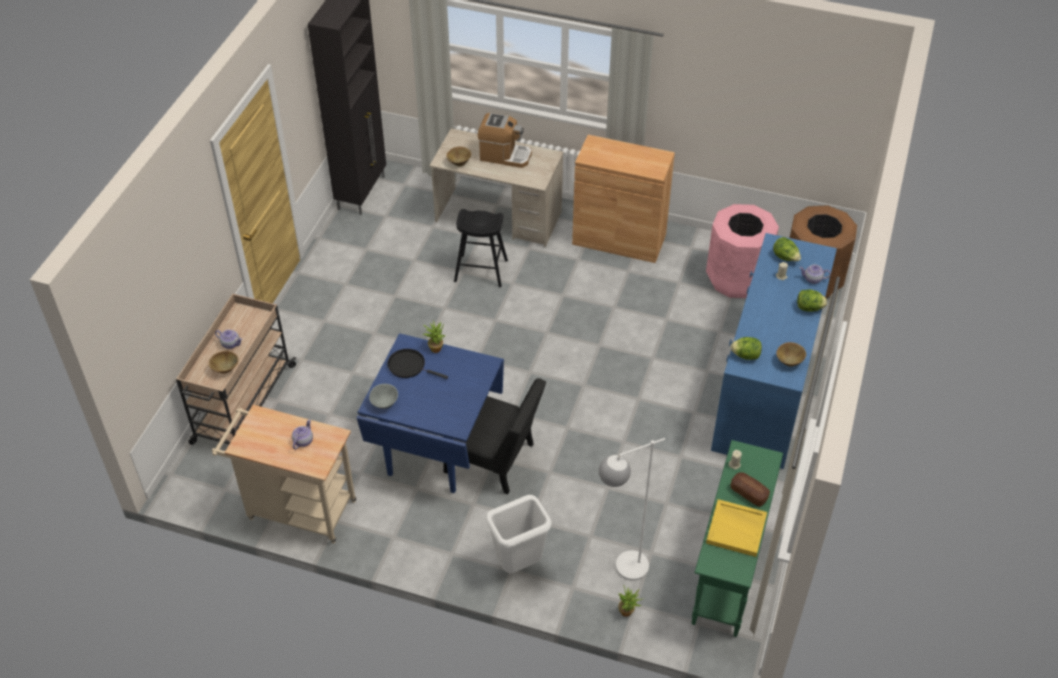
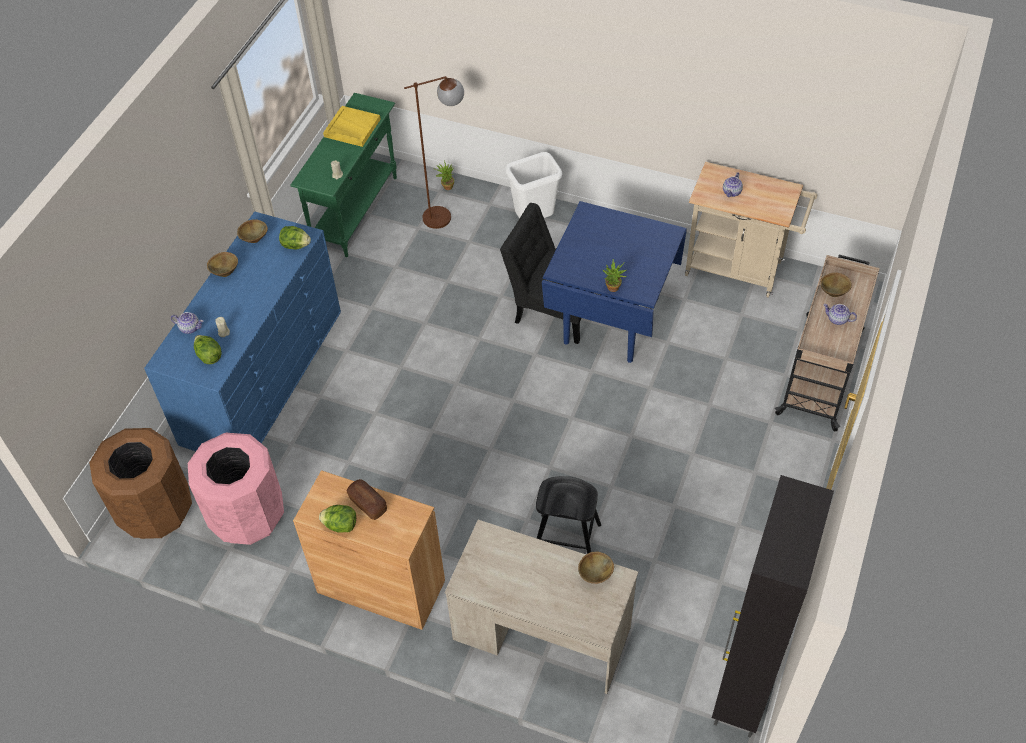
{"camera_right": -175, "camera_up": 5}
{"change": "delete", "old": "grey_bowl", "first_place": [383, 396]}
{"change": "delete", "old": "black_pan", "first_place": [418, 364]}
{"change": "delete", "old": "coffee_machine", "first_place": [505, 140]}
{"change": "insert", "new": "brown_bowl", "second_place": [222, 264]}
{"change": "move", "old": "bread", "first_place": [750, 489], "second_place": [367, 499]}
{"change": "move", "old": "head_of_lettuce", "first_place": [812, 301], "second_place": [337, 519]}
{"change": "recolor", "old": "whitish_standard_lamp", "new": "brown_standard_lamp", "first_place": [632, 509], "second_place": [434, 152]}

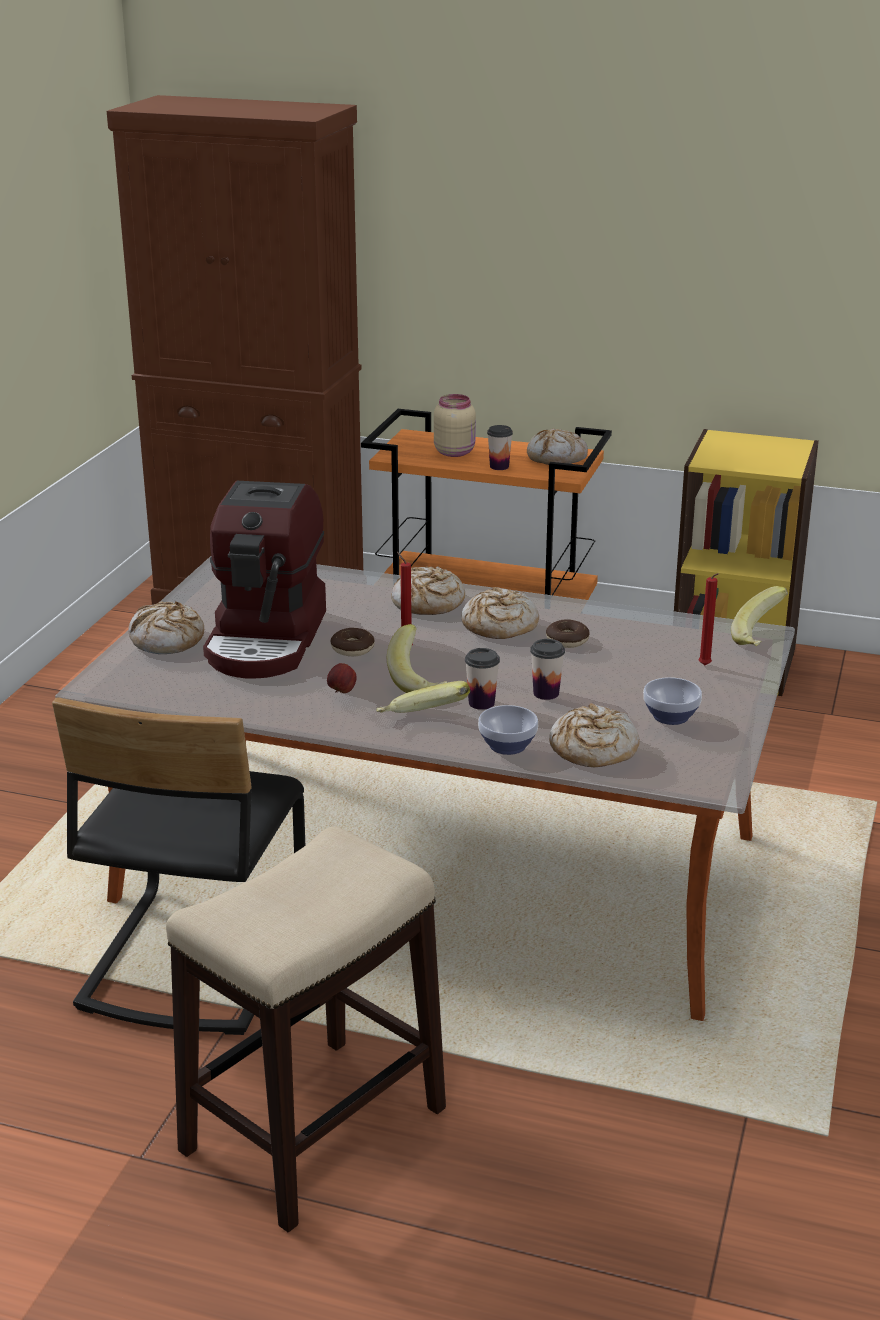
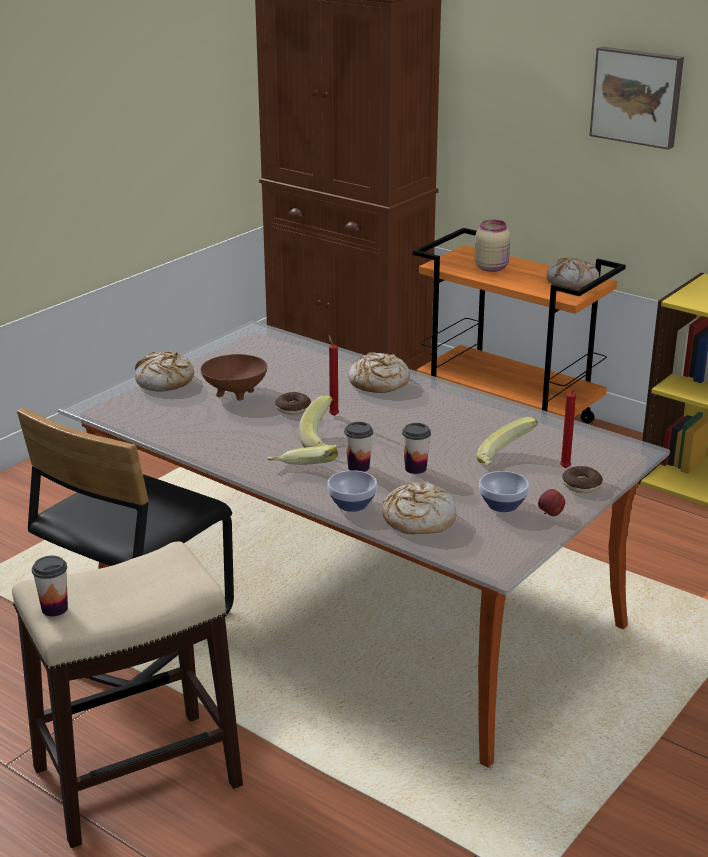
{"camera_right": 20, "camera_up": 0}
{"change": "delete", "old": "bread", "first_place": [500, 613]}
{"change": "insert", "new": "wall_art", "second_place": [636, 98]}
{"change": "move", "old": "apple", "first_place": [341, 678], "second_place": [551, 502]}
{"change": "move", "old": "drinking_cup", "first_place": [500, 447], "second_place": [50, 586]}
{"change": "move", "old": "doughnut", "first_place": [568, 633], "second_place": [582, 479]}
{"change": "move", "old": "banana_fruit", "first_place": [759, 616], "second_place": [507, 441]}
{"change": "replace", "old": "coffee_machine", "new": "brown_bowl", "first_place": [264, 579], "second_place": [234, 377]}

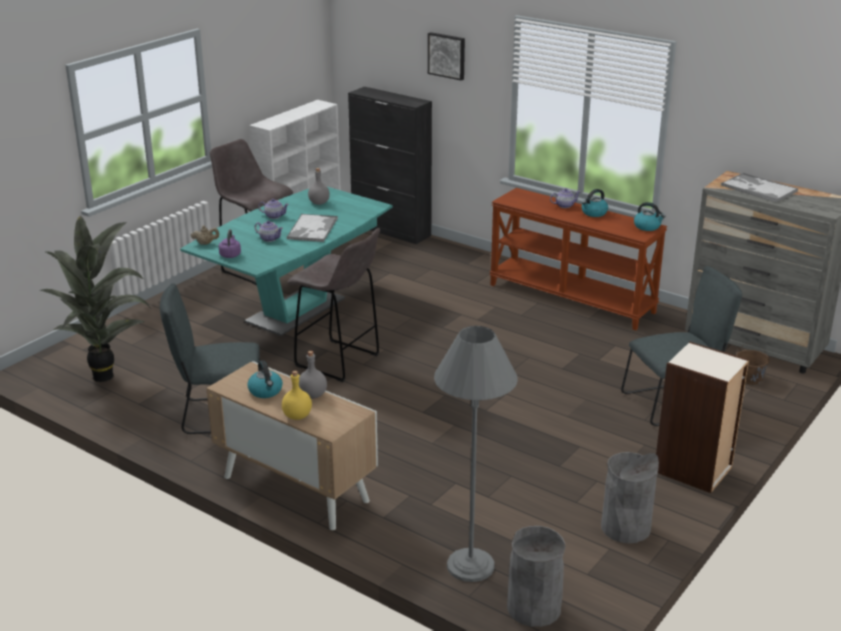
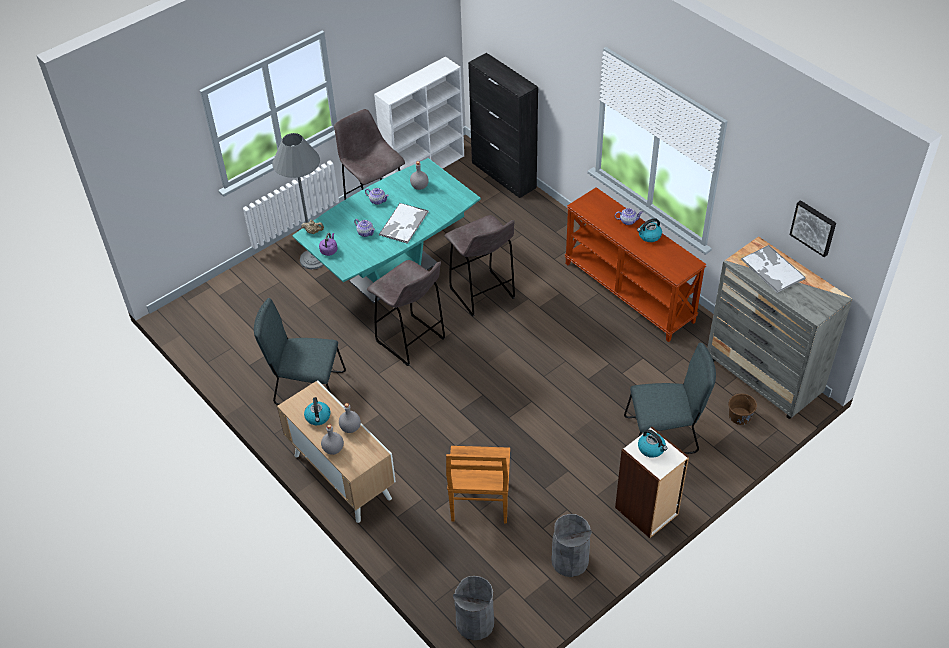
{"camera_right": 15, "camera_up": 20}
{"change": "delete", "old": "potted_plant", "first_place": [95, 299]}
{"change": "insert", "new": "grey_stool_seat", "second_place": [480, 266]}
{"change": "insert", "new": "brown_upright_chair", "second_place": [478, 484]}
{"change": "move", "old": "wall_art", "first_place": [446, 56], "second_place": [813, 228]}
{"change": "move", "old": "grey_standard_lamp", "first_place": [476, 454], "second_place": [298, 201]}
{"change": "move", "old": "tea_kettle", "first_place": [649, 216], "second_place": [652, 443]}
{"change": "recolor", "old": "yellow-coloured_bottle", "new": "grey_bottle", "first_place": [297, 395], "second_place": [332, 440]}

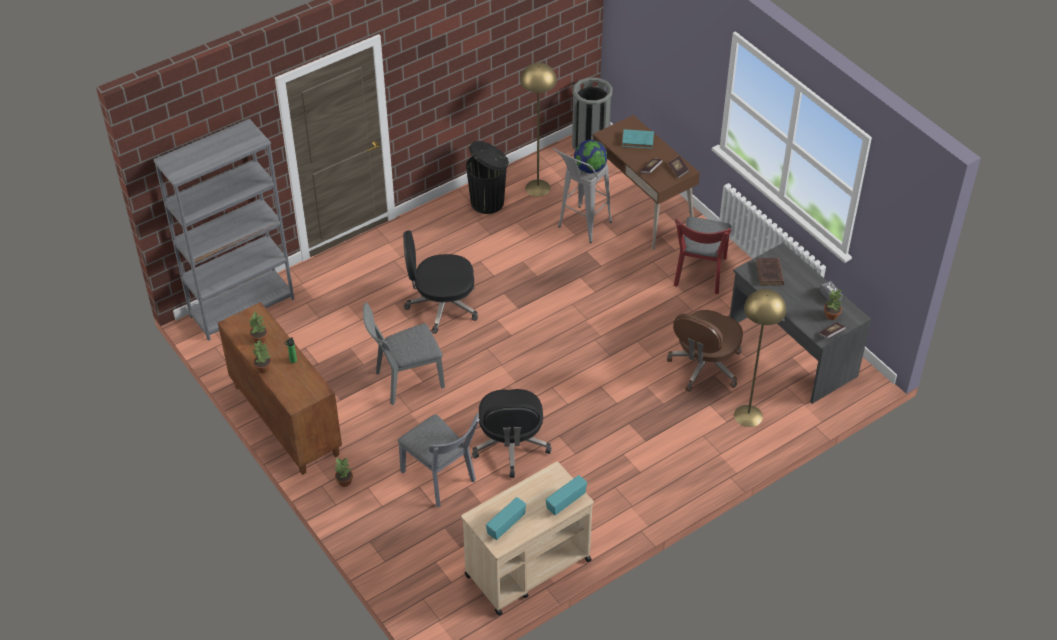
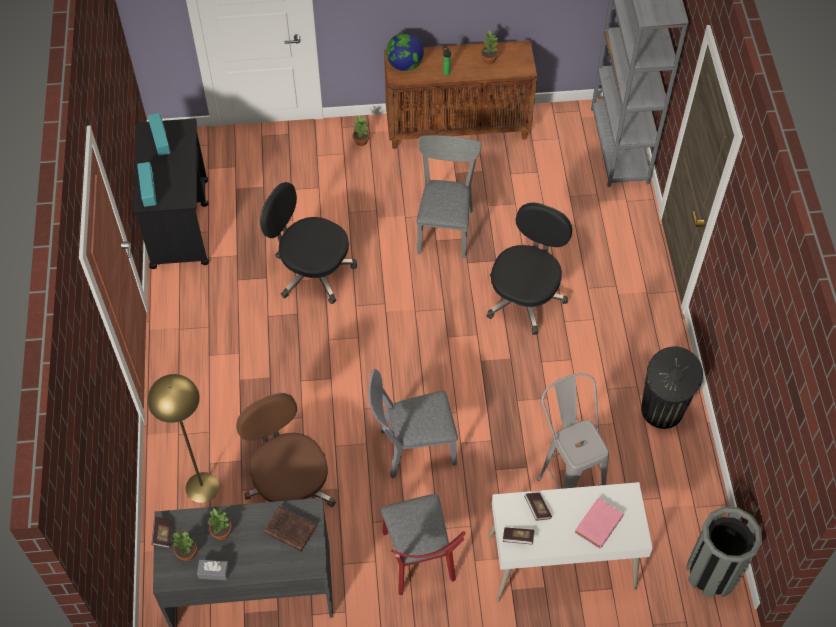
{"camera_right": 120, "camera_up": 10}
{"change": "delete", "old": "yellow-coloured_standard_lamp", "first_place": [538, 129]}
{"change": "move", "old": "potted_plant", "first_place": [261, 356], "second_place": [219, 524]}
{"change": "move", "old": "grey_upright_chair", "first_place": [439, 460], "second_place": [413, 424]}
{"change": "move", "old": "world_globe", "first_place": [591, 156], "second_place": [405, 52]}
{"change": "recolor", "old": "sand-coloured_wheeled_cart", "new": "black_wheeled_cart", "first_place": [527, 539], "second_place": [171, 193]}
{"change": "recolor", "old": "brown_desk", "new": "whitish_desk", "first_place": [646, 182], "second_place": [570, 542]}
{"change": "recolor", "old": "blue-green_volume", "new": "pink-coloured_volume", "first_place": [638, 139], "second_place": [599, 523]}
{"change": "rotate", "old": "reddish_upright_chair", "first_place": [703, 255], "second_place": [423, 544], "degrees": -150}

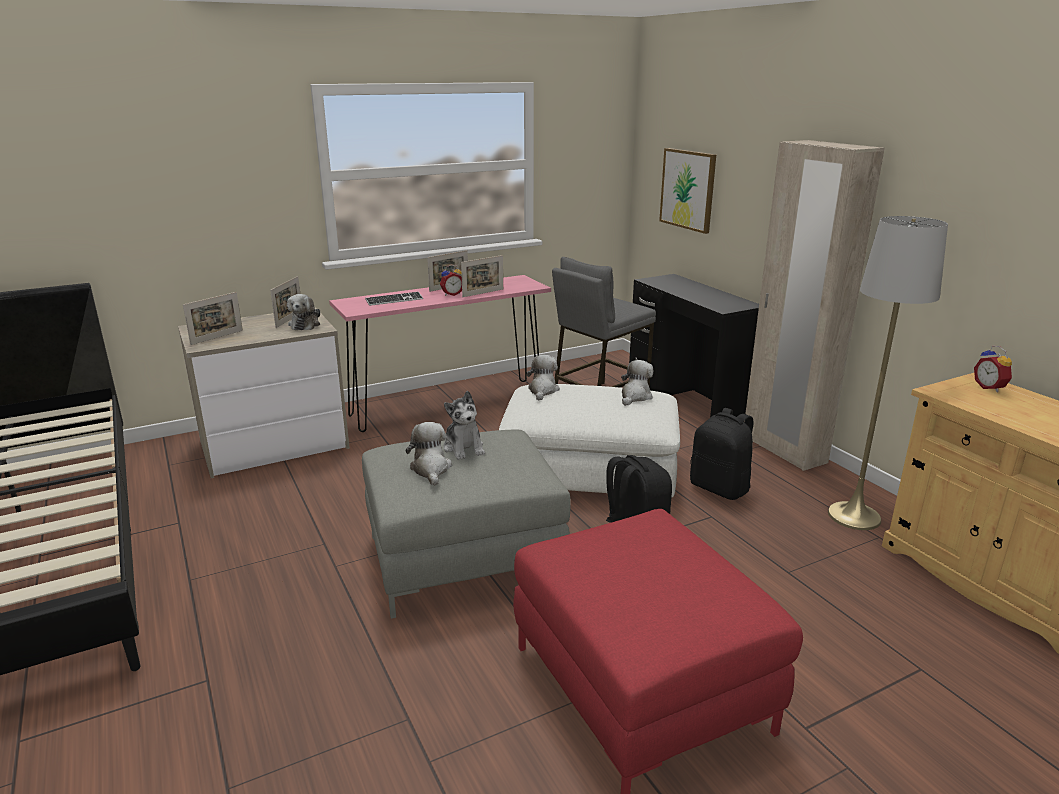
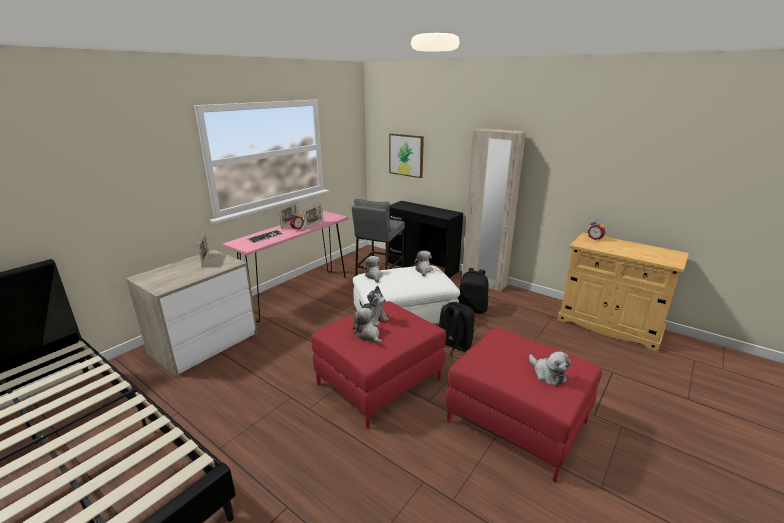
{"camera_right": -25, "camera_up": 0}
{"change": "delete", "old": "standing_frame", "first_place": [213, 318]}
{"change": "delete", "old": "grey_standard_lamp", "first_place": [888, 373]}
{"change": "move", "old": "soft_toy", "first_place": [303, 312], "second_place": [550, 368]}
{"change": "recolor", "old": "grey_ottoman", "new": "reddish_ottoman", "first_place": [466, 524], "second_place": [378, 365]}

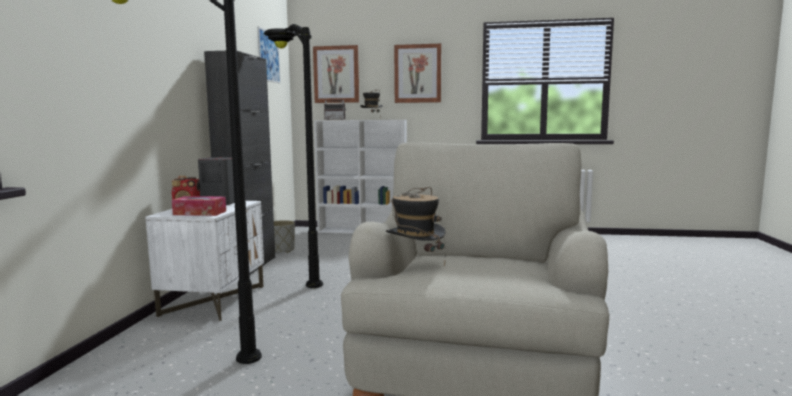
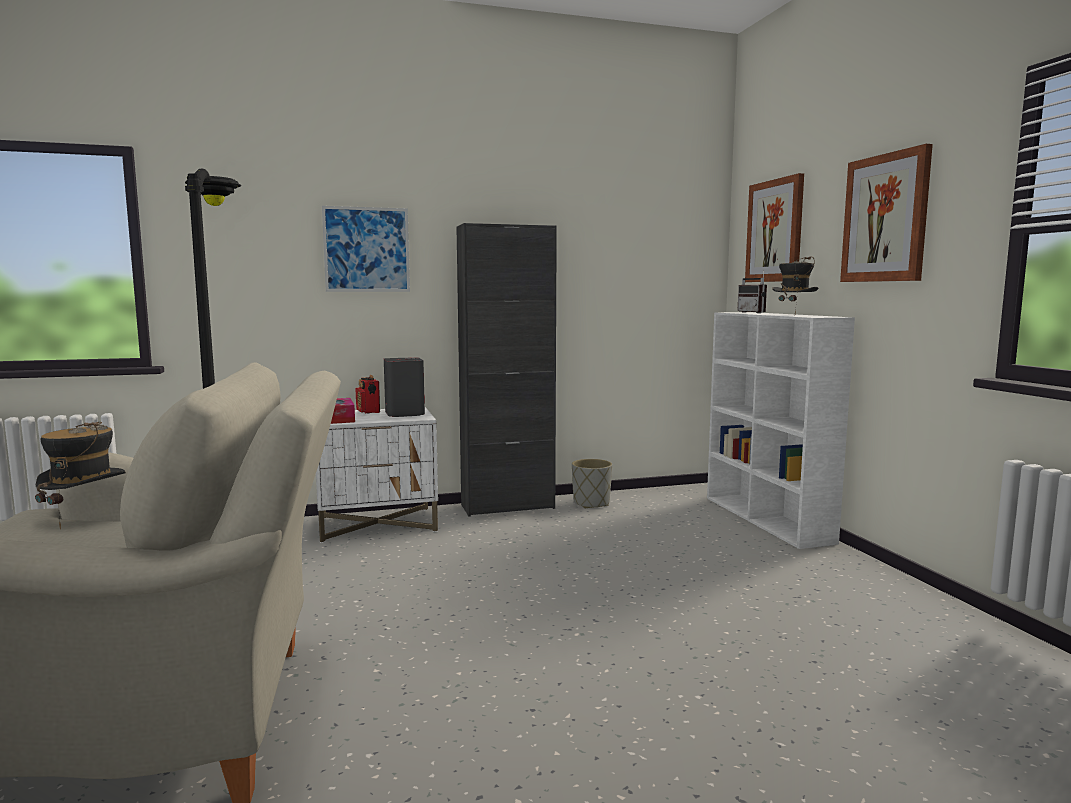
{"camera_right": 65, "camera_up": 0}
{"change": "delete", "old": "black_standard_lamp", "first_place": [293, 156]}
{"change": "move", "old": "wall_art", "first_place": [268, 55], "second_place": [366, 249]}

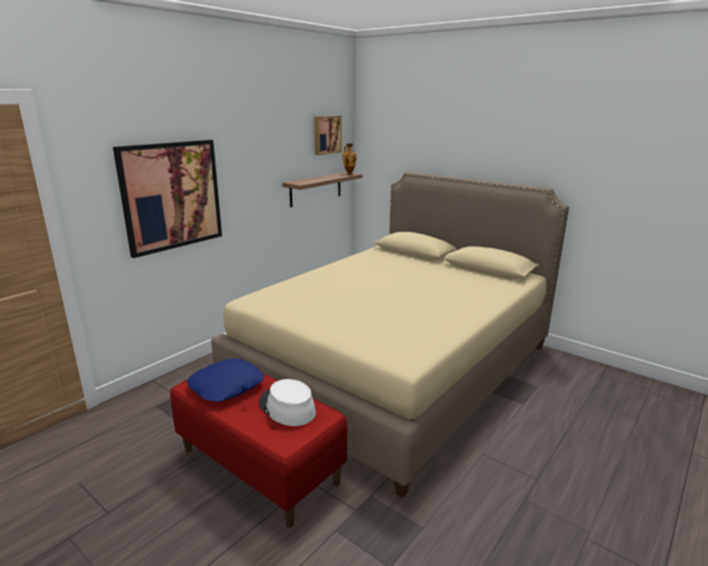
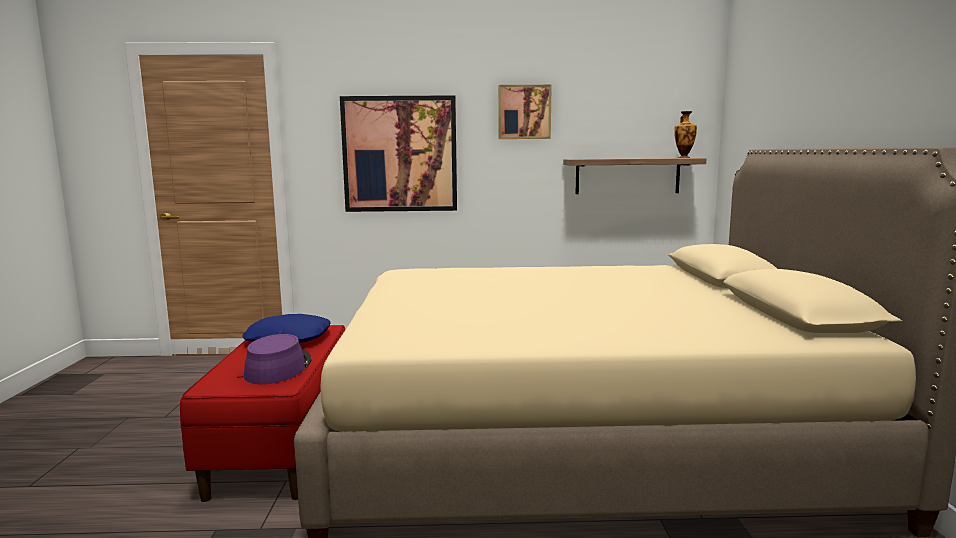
{"camera_right": 50, "camera_up": -10}
{"change": "move", "old": "wall_art", "first_place": [328, 135], "second_place": [525, 112]}
{"change": "recolor", "old": "whitish_clothing_hat", "new": "purple_clothing_hat", "first_place": [287, 402], "second_place": [278, 359]}

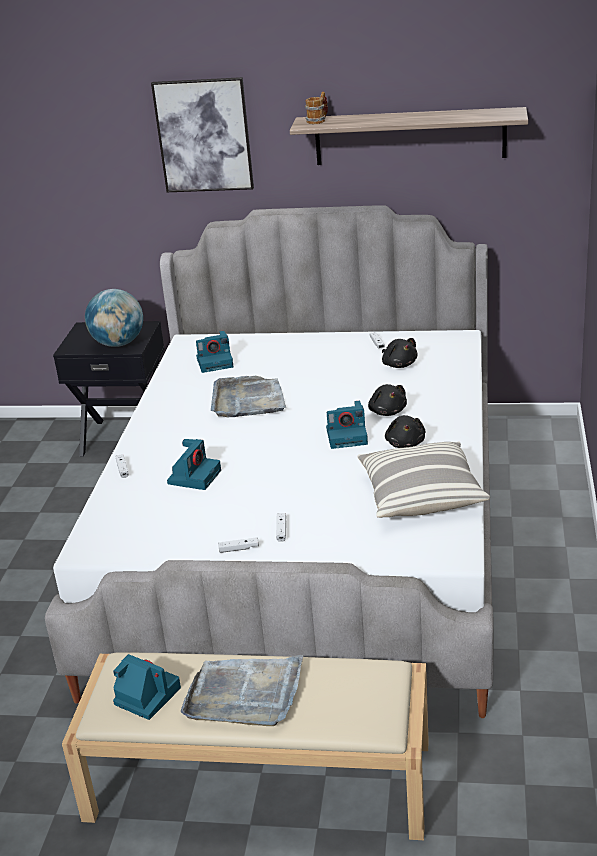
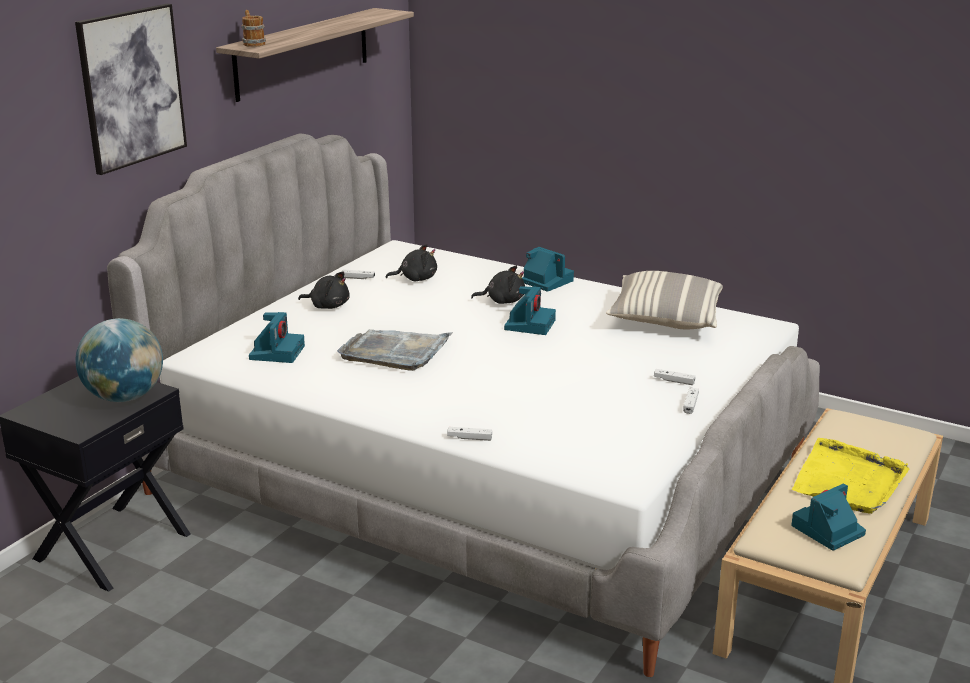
{"camera_right": -70, "camera_up": -5}
{"change": "move", "old": "photo_camera", "first_place": [194, 464], "second_place": [548, 269]}
{"change": "move", "old": "black_soft_toy", "first_place": [405, 431], "second_place": [324, 290]}
{"change": "recolor", "old": "grey_tray", "new": "yellow-coloured_tray", "first_place": [242, 690], "second_place": [851, 476]}

